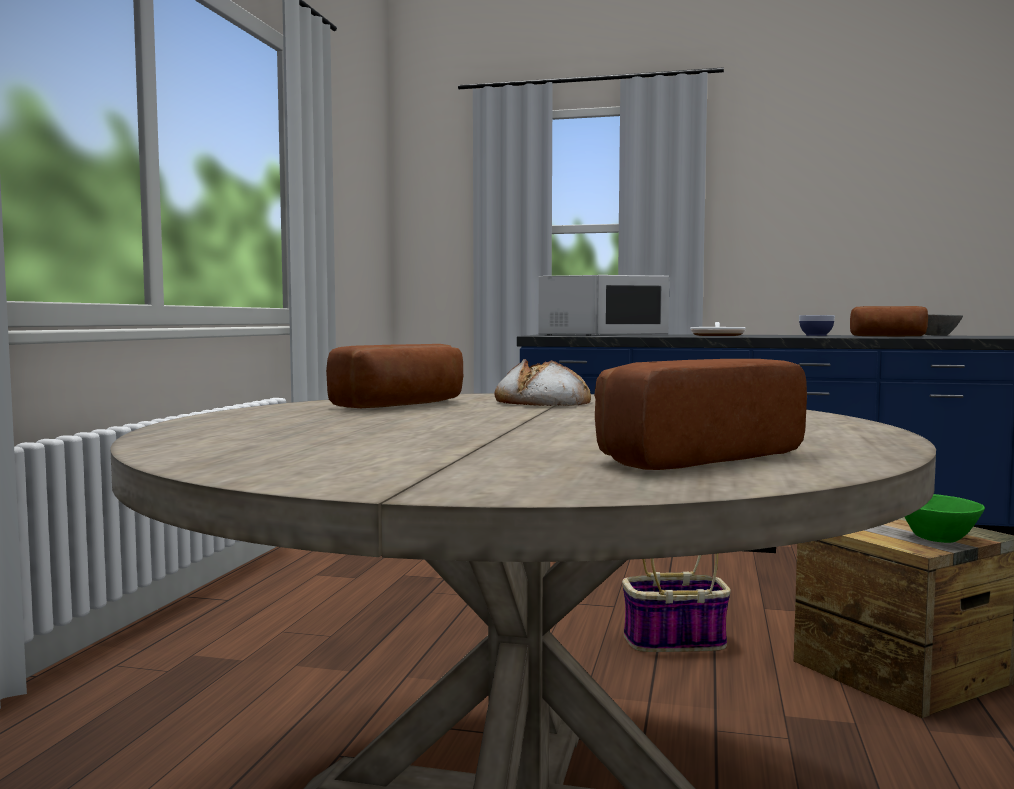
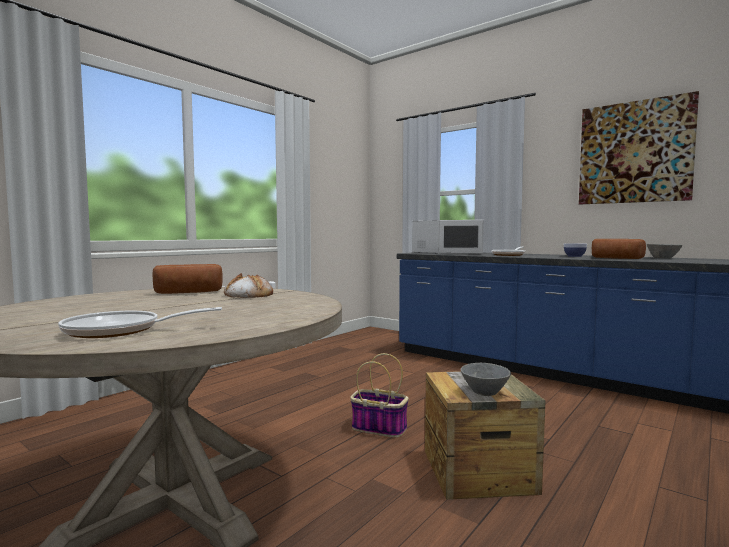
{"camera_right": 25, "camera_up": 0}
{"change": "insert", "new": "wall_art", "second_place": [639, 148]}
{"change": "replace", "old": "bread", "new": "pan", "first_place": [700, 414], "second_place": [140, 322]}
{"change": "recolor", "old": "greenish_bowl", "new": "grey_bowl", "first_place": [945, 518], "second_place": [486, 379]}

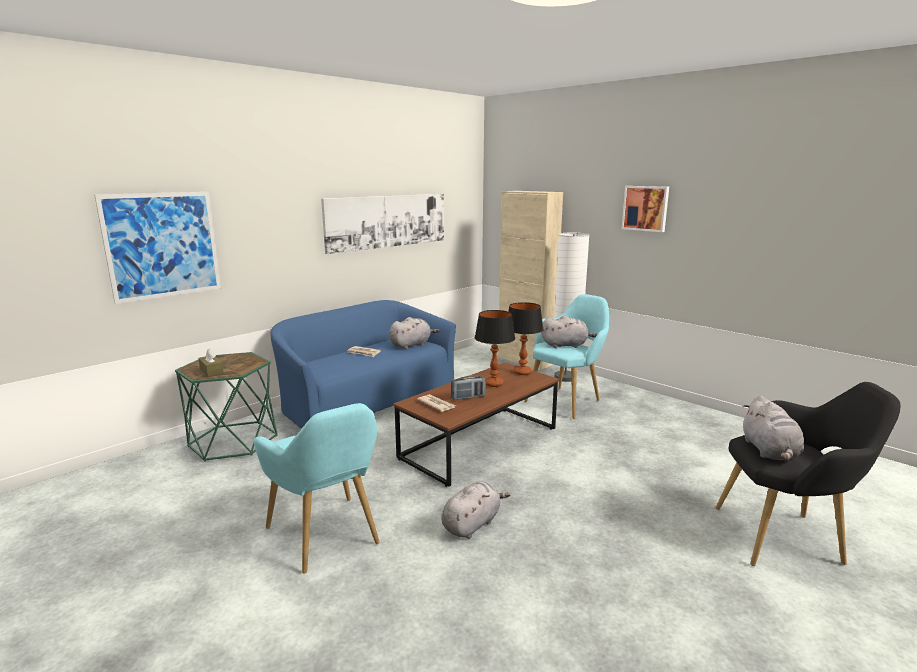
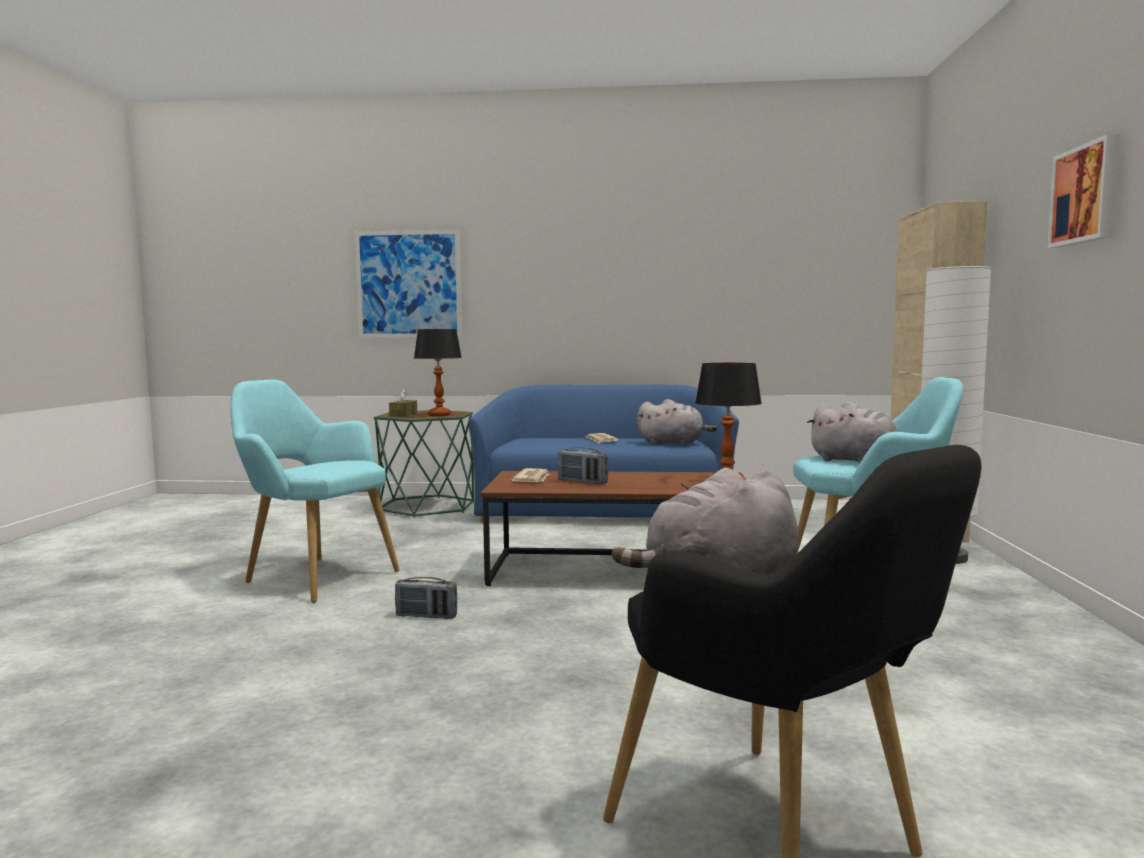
{"camera_right": 50, "camera_up": -10}
{"change": "delete", "old": "wall_art", "first_place": [382, 224]}
{"change": "move", "old": "tabletop_lamp", "first_place": [495, 348], "second_place": [438, 372]}
{"change": "replace", "old": "grey_soft_toy", "new": "radio_receiver", "first_place": [475, 510], "second_place": [426, 598]}
{"change": "rotate", "old": "blue-green_armchair", "first_place": [316, 488], "second_place": [315, 491], "degrees": 105}

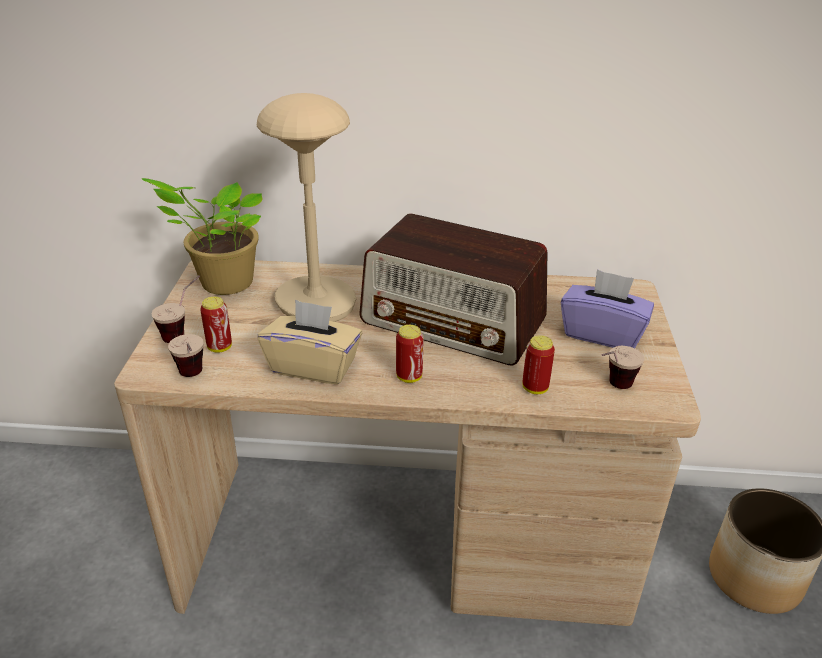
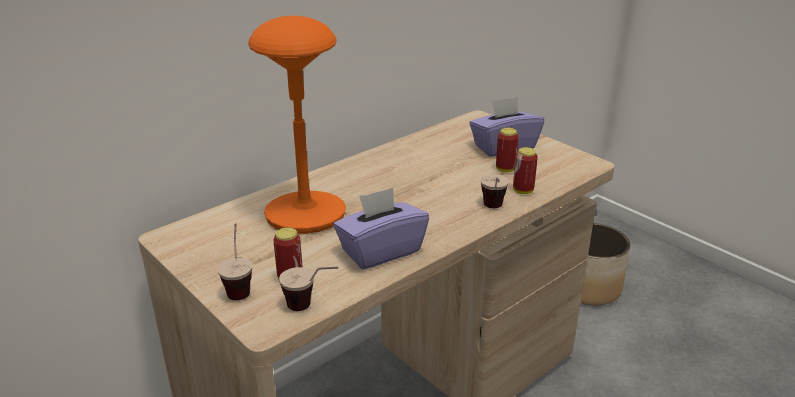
{"camera_right": -45, "camera_up": -5}
{"change": "delete", "old": "potted_plant", "first_place": [202, 236]}
{"change": "delete", "old": "radio_receiver", "first_place": [453, 289]}
{"change": "move", "old": "metal_can", "first_place": [410, 354], "second_place": [507, 150]}
{"change": "move", "old": "drinking_cup", "first_place": [623, 367], "second_place": [495, 191]}
{"change": "recolor", "old": "sand-coloured_tabletop_lamp", "new": "orangey_tabletop_lamp", "first_place": [306, 207], "second_place": [297, 125]}
{"change": "recolor", "old": "sand-coloured_tissue_box", "new": "purple_tissue_box", "first_place": [310, 341], "second_place": [381, 228]}

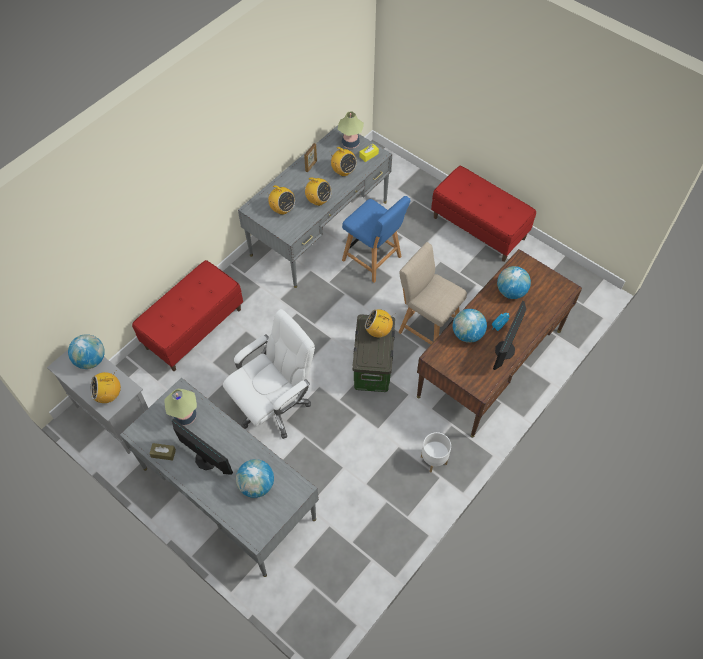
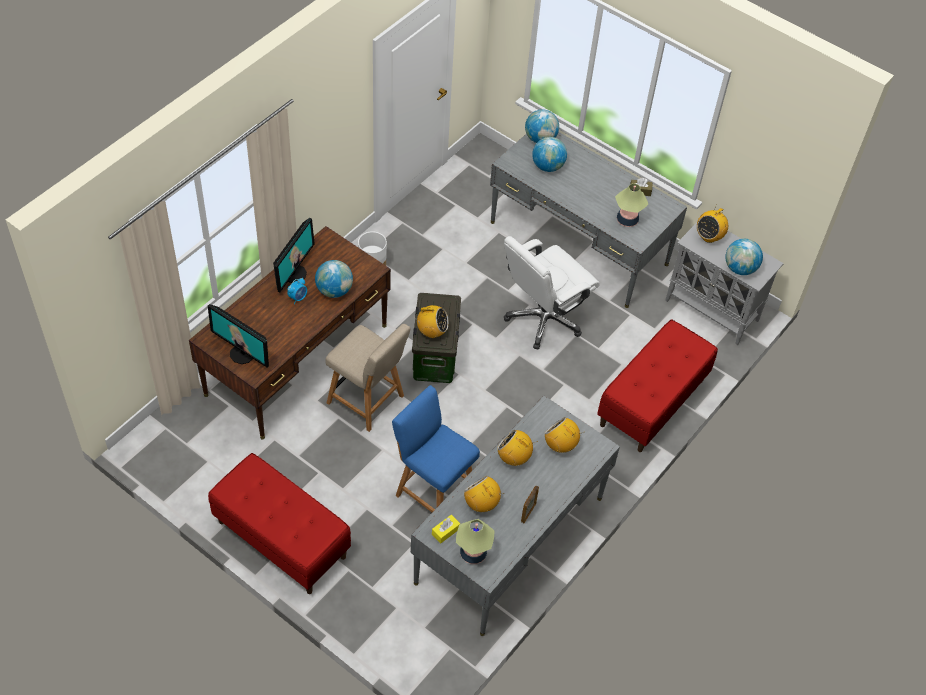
{"camera_right": 175, "camera_up": -5}
{"change": "move", "old": "monitor", "first_place": [202, 446], "second_place": [238, 335]}
{"change": "move", "old": "world_globe", "first_place": [514, 282], "second_place": [542, 126]}
{"change": "rotate", "old": "radio_receiver", "first_place": [105, 386], "second_place": [712, 225], "degrees": 150}

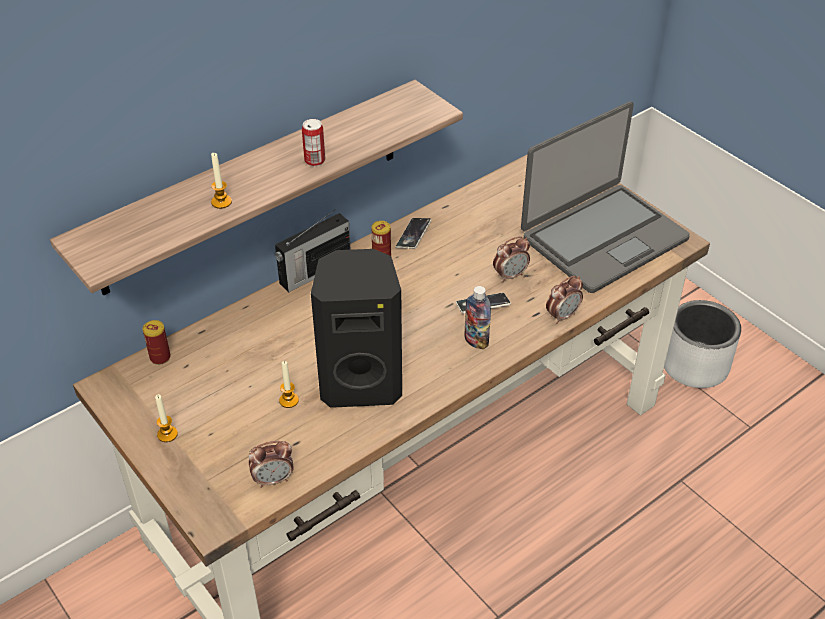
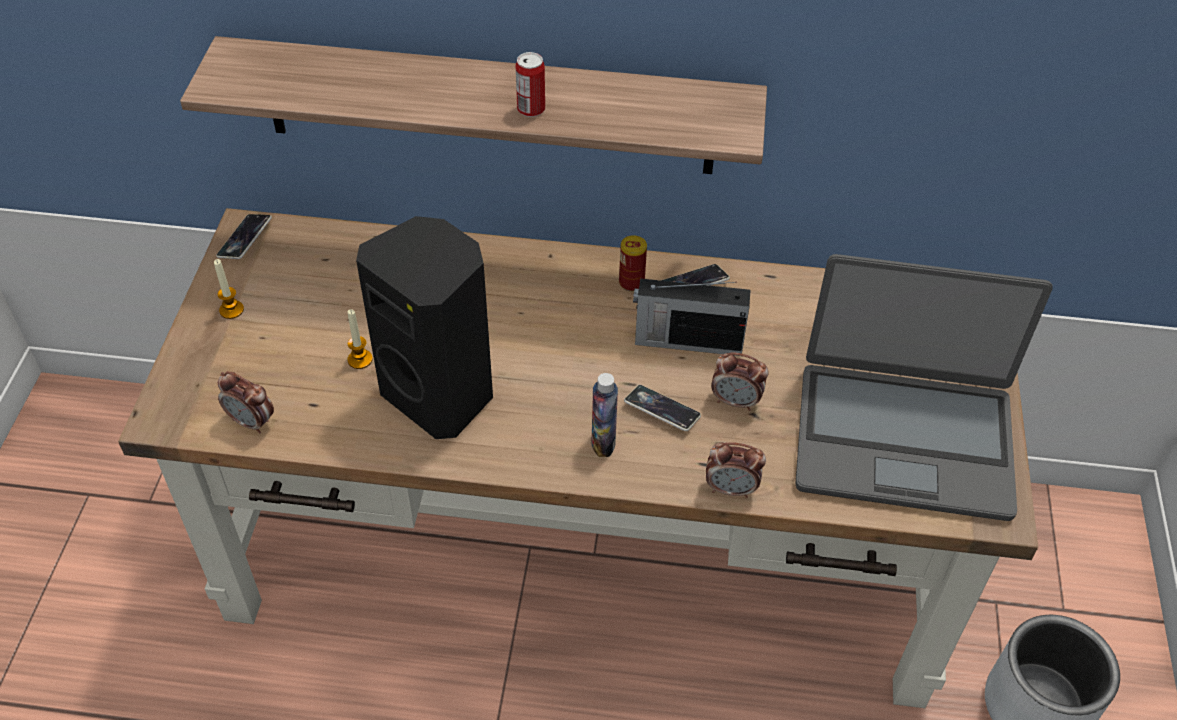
{"camera_right": 45, "camera_up": 5}
{"change": "delete", "old": "metal_can", "first_place": [157, 342]}
{"change": "delete", "old": "wax_light", "first_place": [221, 181]}
{"change": "insert", "new": "telephone", "second_place": [244, 236]}
{"change": "move", "old": "radio_receiver", "first_place": [313, 251], "second_place": [692, 317]}

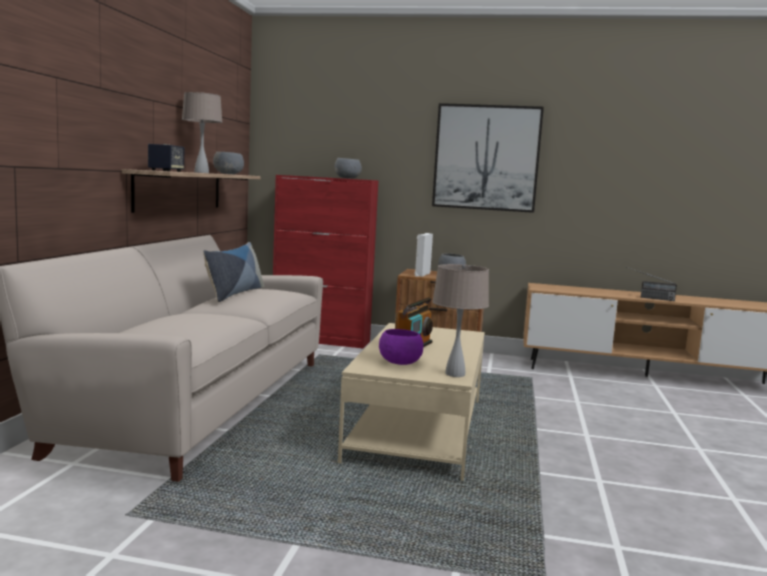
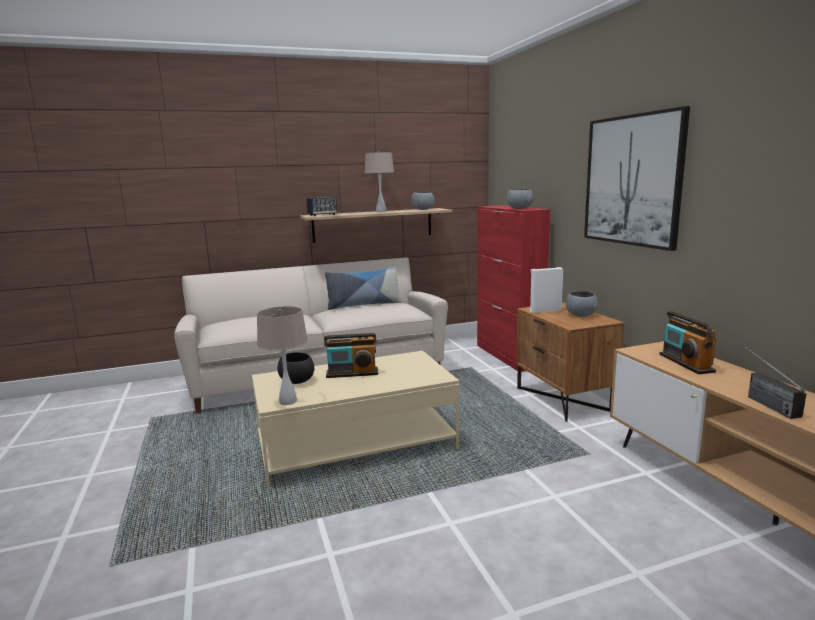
{"camera_right": 60, "camera_up": 5}
{"change": "insert", "new": "radio_receiver", "second_place": [688, 342]}
{"change": "recolor", "old": "purple_bowl", "new": "black_bowl", "first_place": [401, 347], "second_place": [295, 368]}

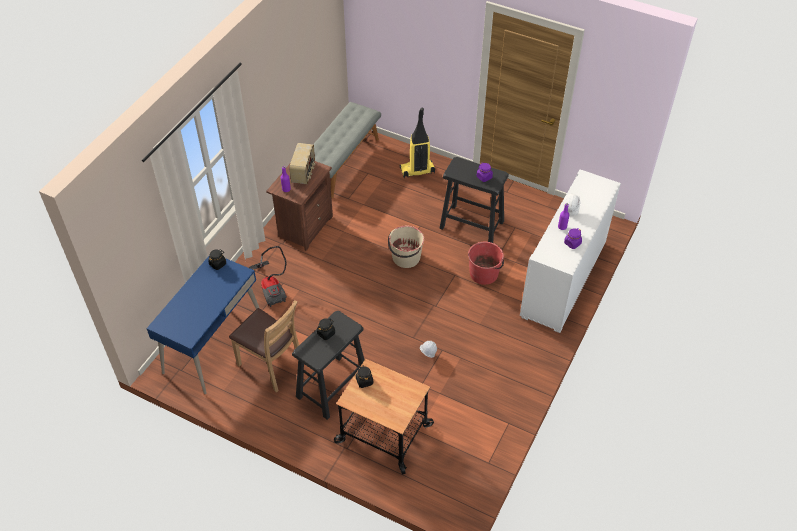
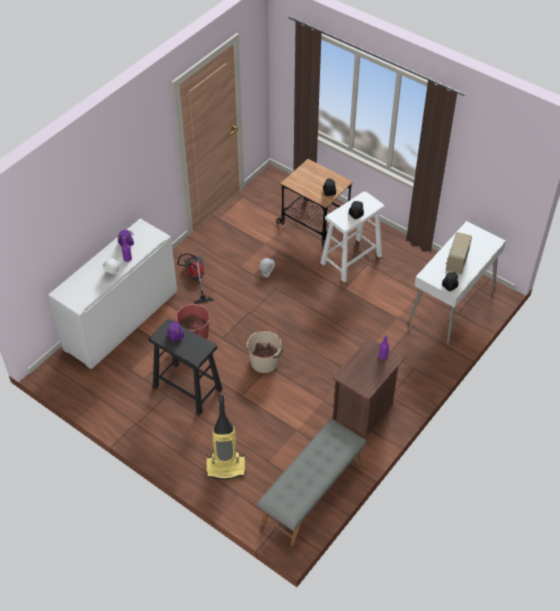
{"camera_right": -170, "camera_up": 0}
{"change": "delete", "old": "brown_upright_chair", "first_place": [264, 346]}
{"change": "move", "old": "vacuum", "first_place": [268, 276], "second_place": [195, 278]}
{"change": "move", "old": "radio_receiver", "first_place": [302, 163], "second_place": [459, 253]}
{"change": "recolor", "old": "blue-coloured_desk", "new": "whitish_desk", "first_place": [202, 324], "second_place": [457, 282]}
{"change": "recolor", "old": "black_stool_seat", "new": "whitish_stool_seat", "first_place": [328, 365], "second_place": [352, 237]}

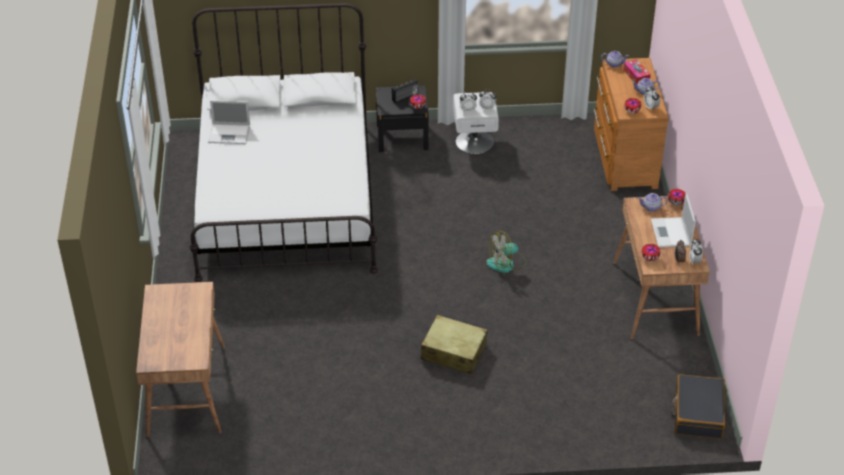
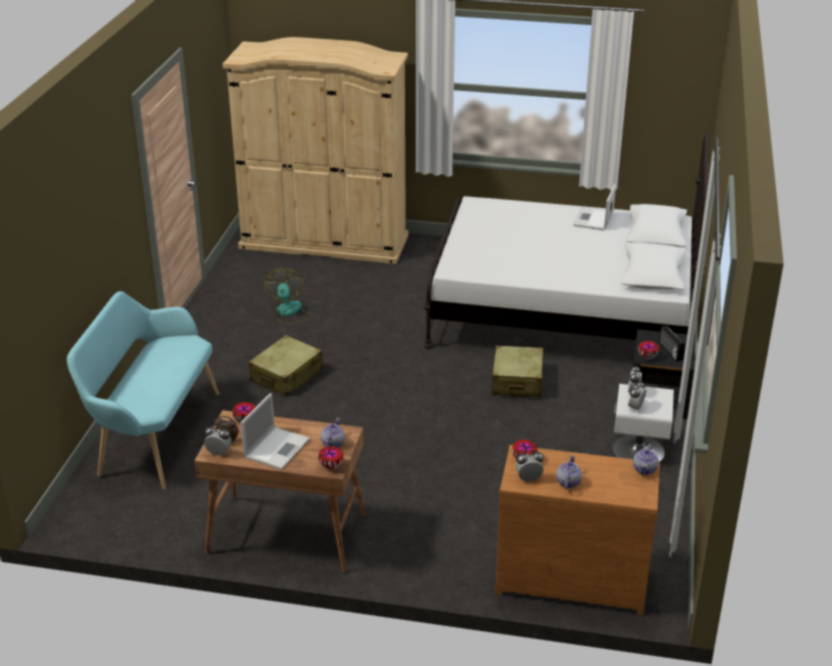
{"camera_right": 105, "camera_up": -10}
{"change": "delete", "old": "tissue_box", "first_place": [637, 71]}
{"change": "delete", "old": "black_suitcase", "first_place": [699, 406]}
{"change": "insert", "new": "blue-green_indoor_bench", "second_place": [143, 390]}
{"change": "insert", "new": "sand-coloured_suitcase", "second_place": [517, 371]}
{"change": "move", "old": "cooling_fan", "first_place": [506, 251], "second_place": [288, 296]}
{"change": "replace", "old": "brown_desk", "new": "sand-coloured_wardrobe", "first_place": [180, 359], "second_place": [316, 150]}
{"change": "rotate", "old": "laptop", "first_place": [673, 221], "second_place": [275, 431], "degrees": 105}

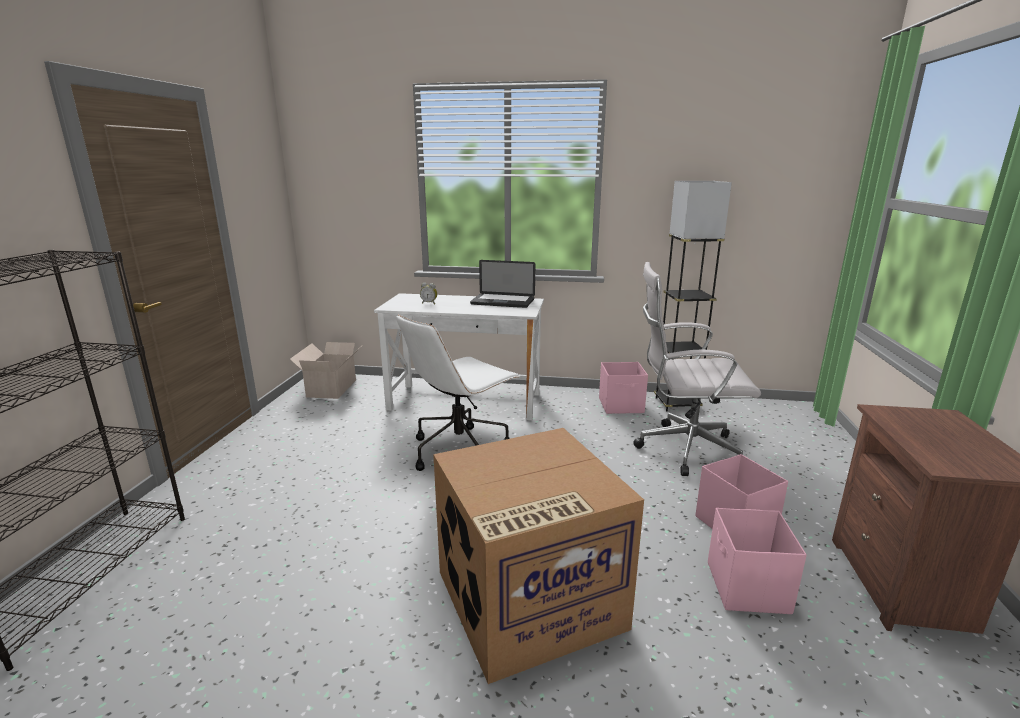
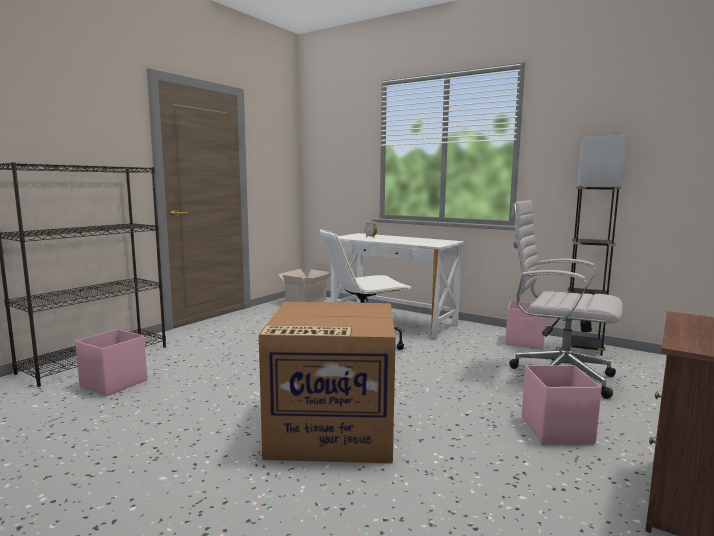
{"camera_right": 25, "camera_up": -10}
{"change": "delete", "old": "laptop", "first_place": [502, 284]}
{"change": "move", "old": "pink-coloured_storage_container", "first_place": [757, 561], "second_place": [111, 362]}

